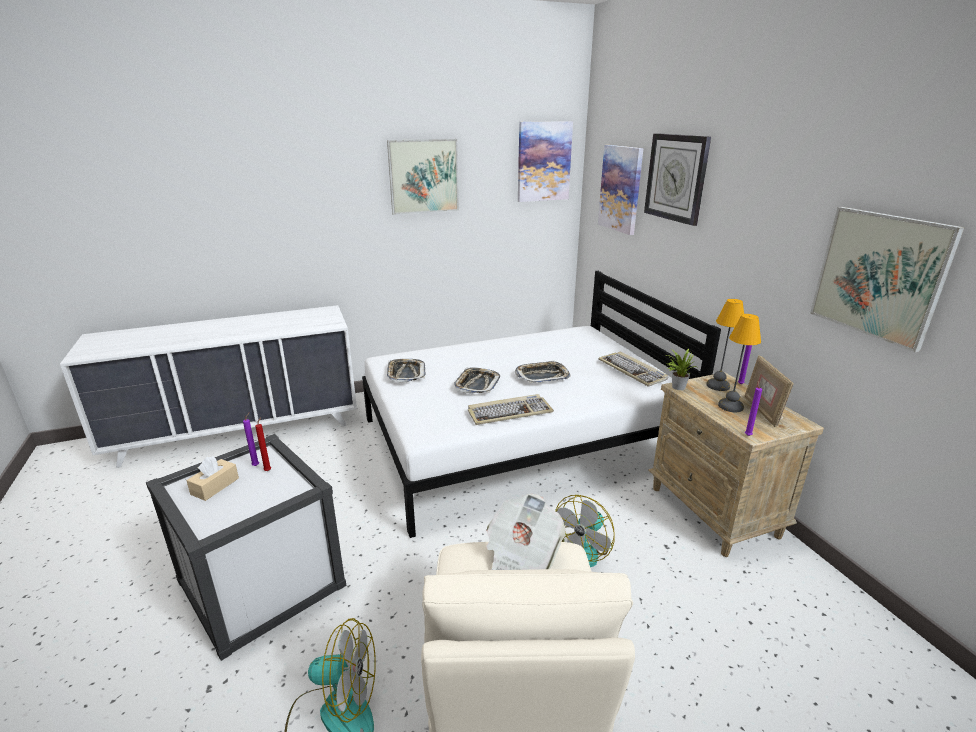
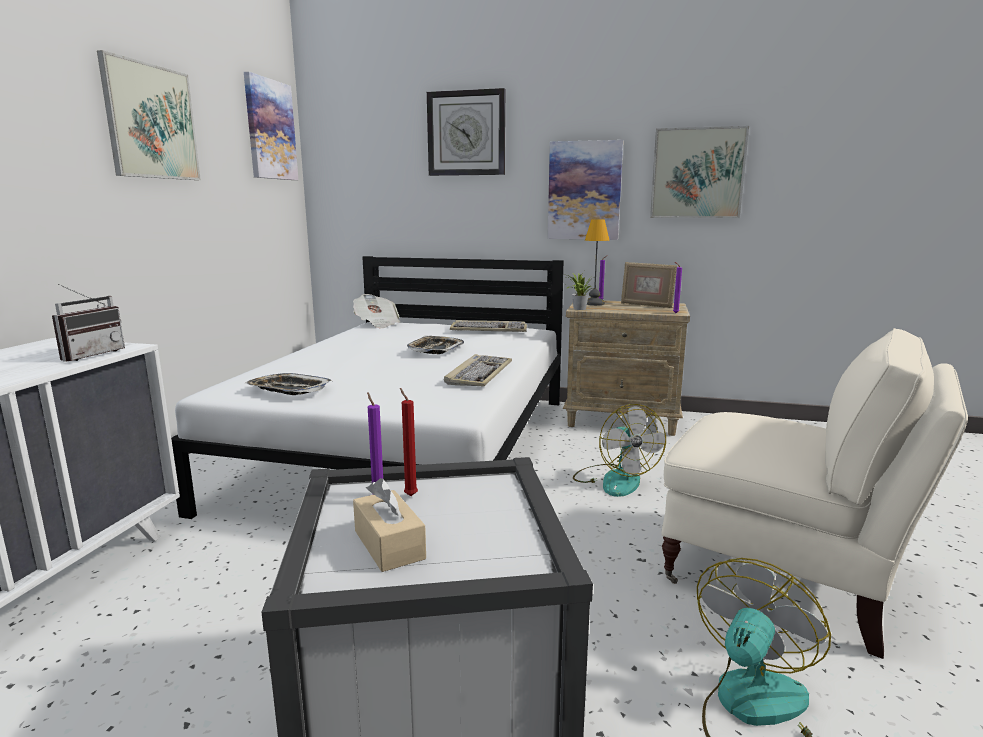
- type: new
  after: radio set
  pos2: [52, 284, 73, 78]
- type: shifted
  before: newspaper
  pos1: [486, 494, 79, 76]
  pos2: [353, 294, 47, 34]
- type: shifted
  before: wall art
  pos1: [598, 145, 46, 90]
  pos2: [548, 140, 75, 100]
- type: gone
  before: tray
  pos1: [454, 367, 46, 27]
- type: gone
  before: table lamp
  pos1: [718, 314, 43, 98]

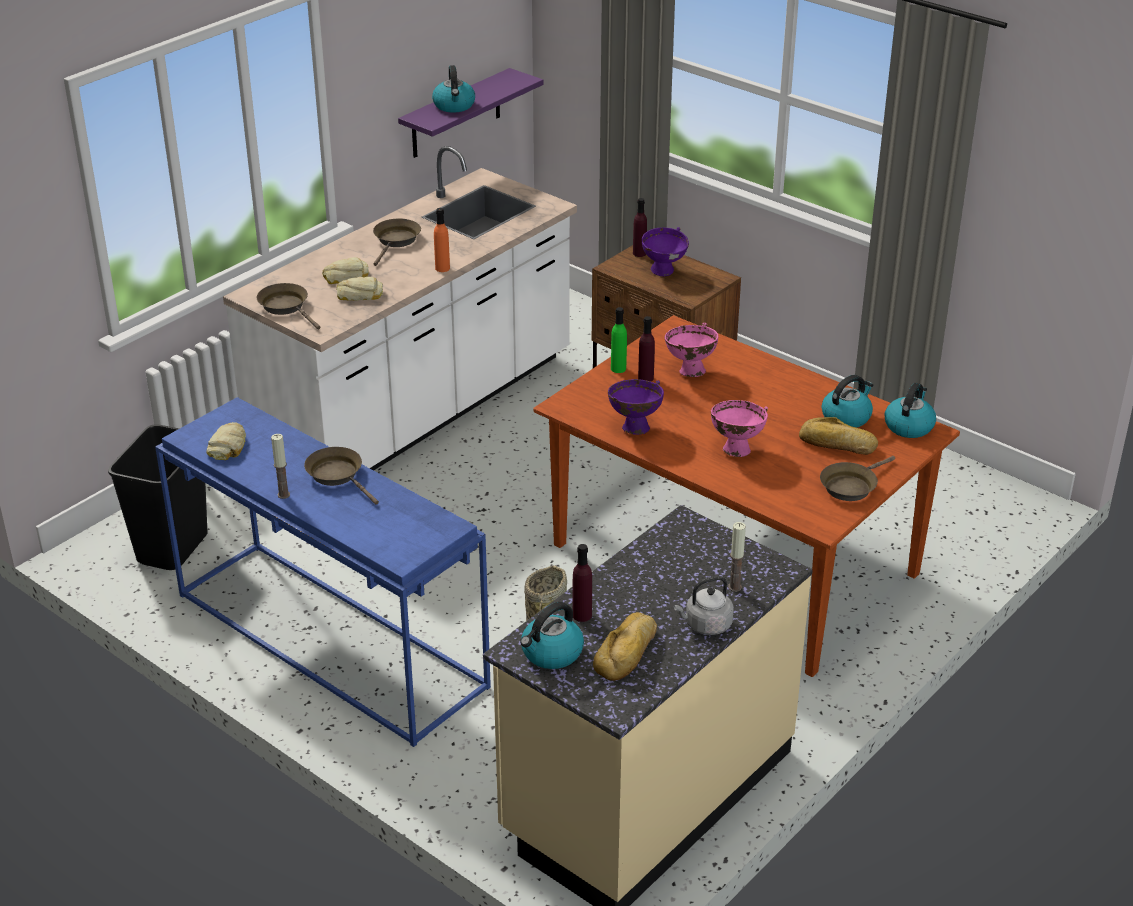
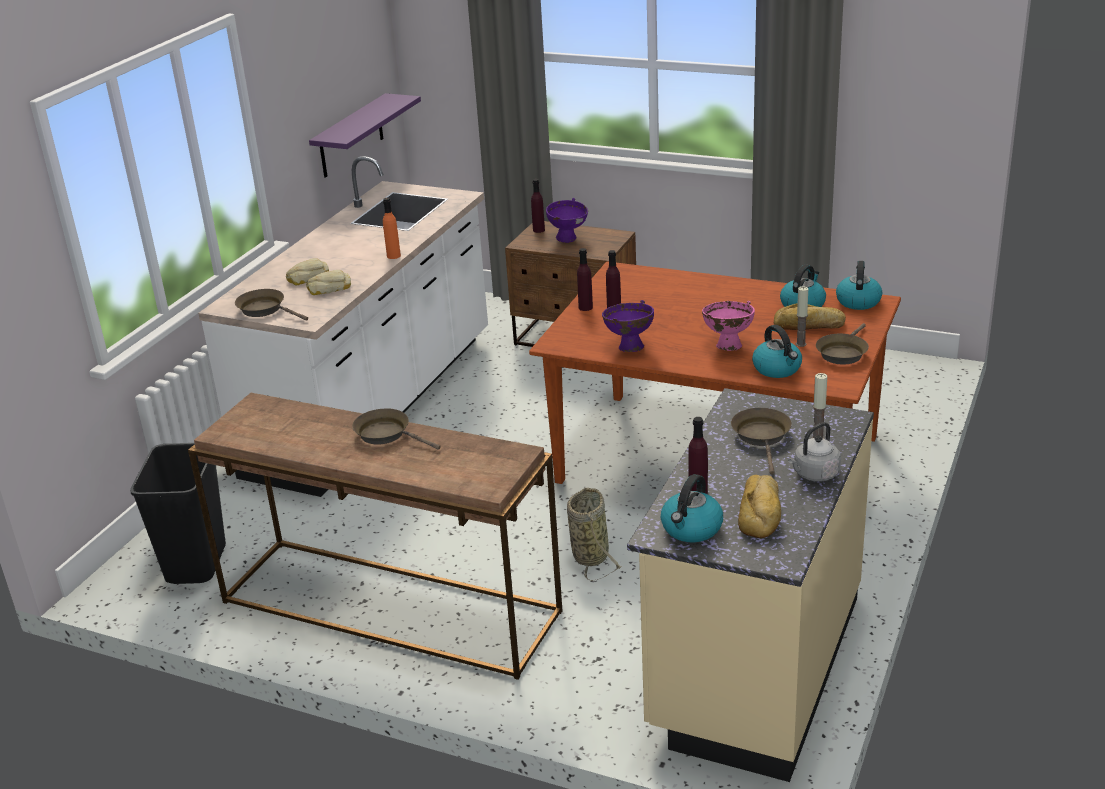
- type: repainted
  before: blue-coloured narrow table
  after: brownish narrow table
  pos1: [155, 397, 336, 350]
  pos2: [188, 393, 374, 287]
- type: repainted
  before: greenish beverage bottle
  after: purple-coloured beverage bottle
  pos1: [611, 307, 16, 66]
  pos2: [577, 248, 16, 63]
- type: shifted
  before: brownish frying pan
  pos1: [373, 218, 48, 48]
  pos2: [731, 408, 61, 67]
- type: shifted
  before: water kettle
  pos1: [432, 65, 43, 48]
  pos2: [752, 325, 50, 53]
- type: shifted
  before: candle
  pos1: [271, 434, 19, 65]
  pos2: [796, 286, 12, 61]
- type: gone
  before: bakery bread
  pos1: [207, 422, 39, 38]
- type: gone
  before: pink-coloured deep dish
  pos1: [664, 323, 54, 54]

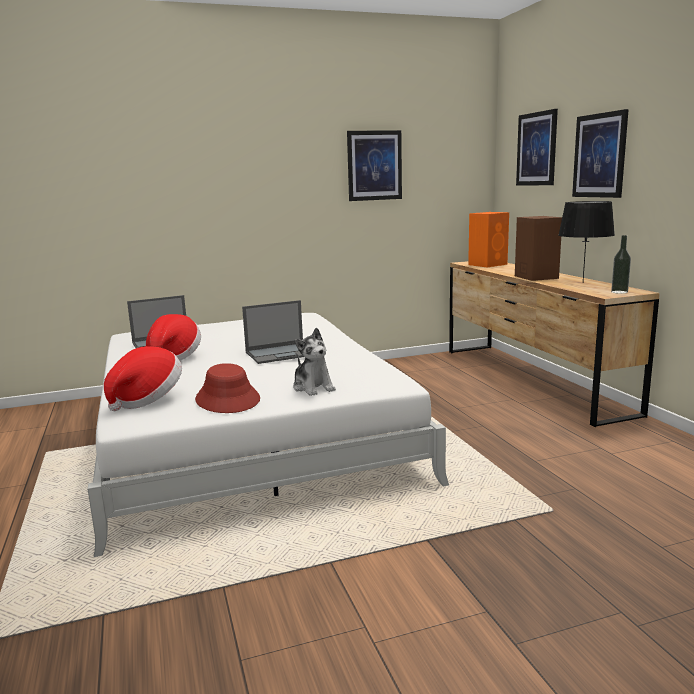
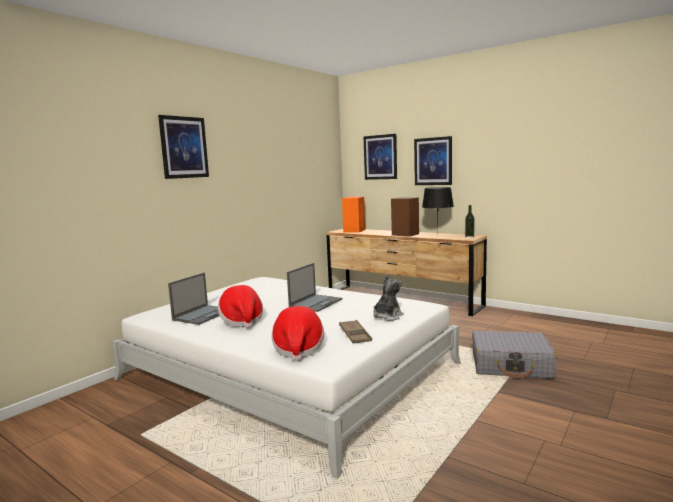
- type: shifted
  before: wall art
  pos1: [347, 130, 55, 71]
  pos2: [158, 115, 51, 64]
- type: swapped
  before: red-coloured wearable hat
  after: brownish tray
  pos1: [195, 363, 65, 50]
  pos2: [339, 320, 33, 23]
- type: rotated
  before: plush toy
  pos1: [293, 328, 43, 68]
  pos2: [373, 274, 31, 47]
  turn: -75
- type: new
  after: gray piece of luggage
  pos2: [472, 330, 85, 49]

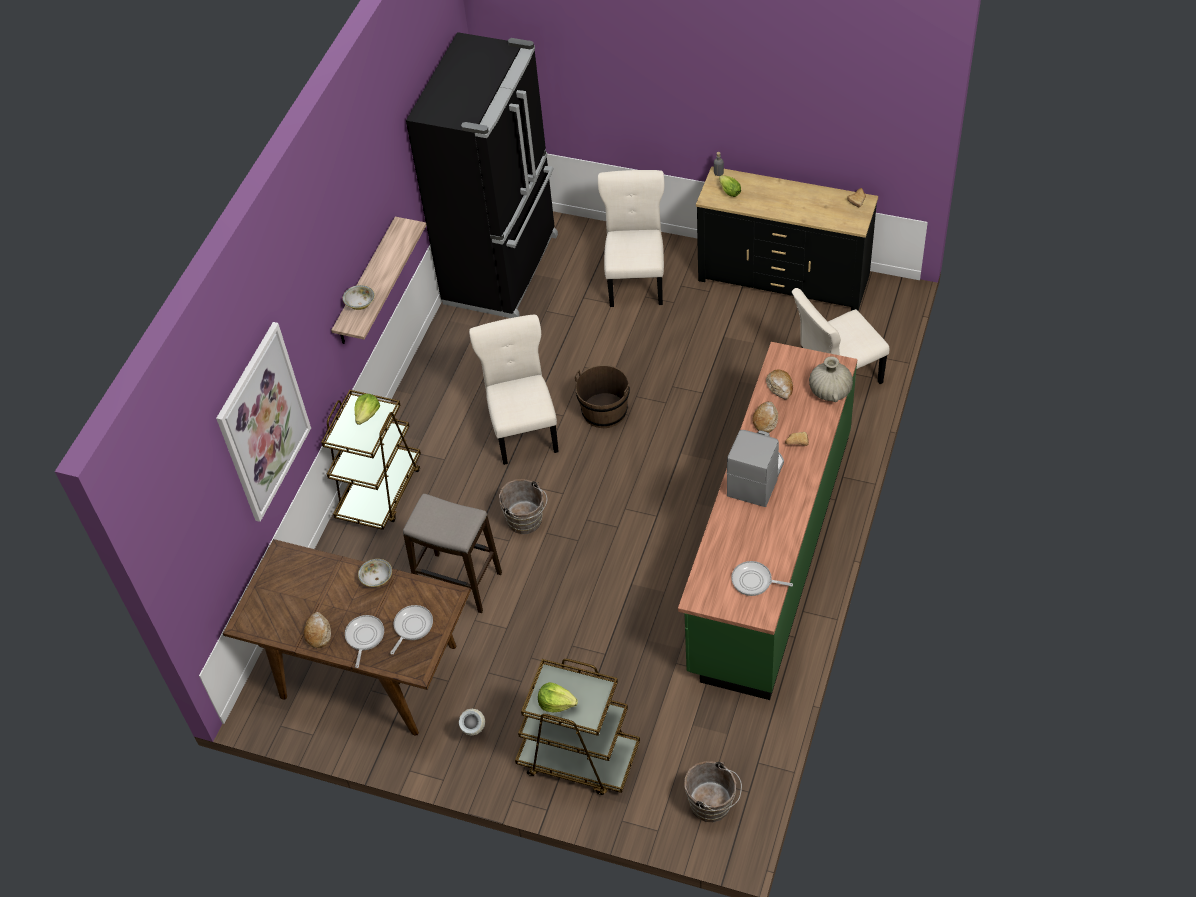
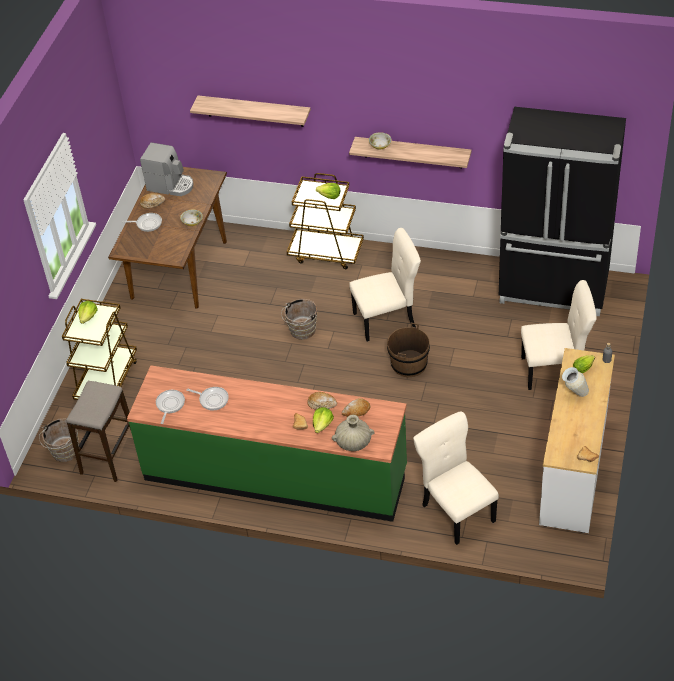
- type: shifted
  before: sitting stool
  pos1: [403, 494, 99, 119]
  pos2: [66, 381, 65, 101]
- type: shifted
  before: coffee maker
  pos1: [726, 430, 58, 77]
  pos2: [140, 142, 53, 54]
- type: shifted
  before: frying pan
  pos1: [390, 605, 43, 49]
  pos2: [186, 387, 43, 24]
- type: swapped
  before: wall art
  after: wall shelf
  pos1: [216, 322, 95, 200]
  pos2: [190, 95, 121, 32]
- type: new
  after: lettuce head
  pos2: [313, 407, 21, 26]
- type: repainted
  before: black drawer chest
  after: white drawer chest
  pos1: [696, 166, 182, 145]
  pos2: [539, 348, 76, 185]
- type: shifted
  before: flower vase
  pos1: [459, 709, 26, 27]
  pos2: [562, 367, 27, 30]

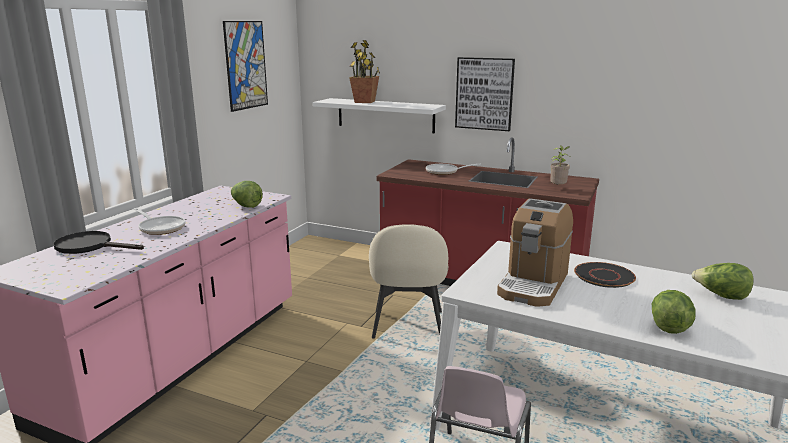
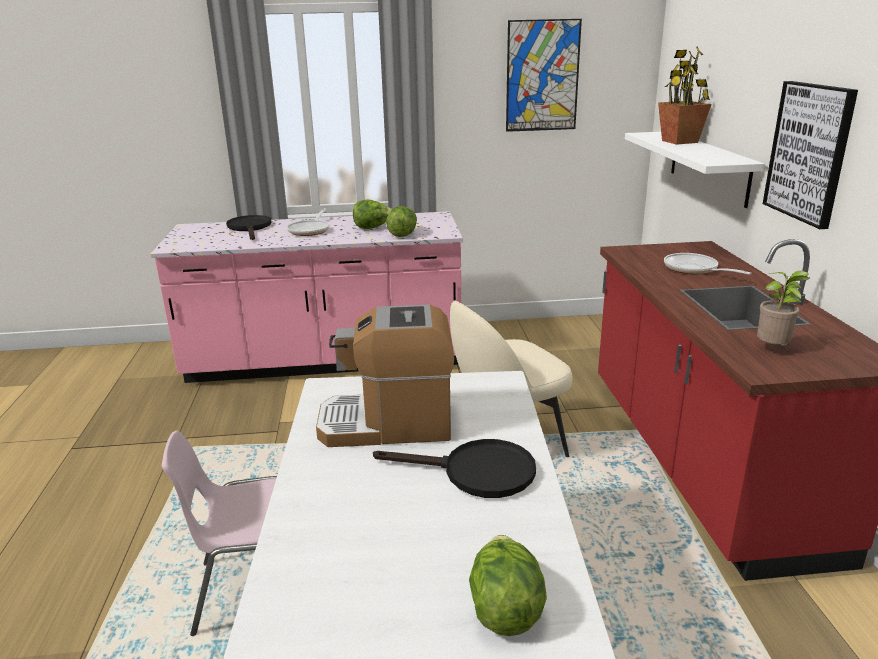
- type: shifted
  before: lettuce head
  pos1: [652, 290, 43, 44]
  pos2: [353, 200, 39, 29]
- type: swapped
  before: black dinner plate
  after: black frying pan
  pos1: [574, 262, 62, 26]
  pos2: [373, 439, 163, 59]

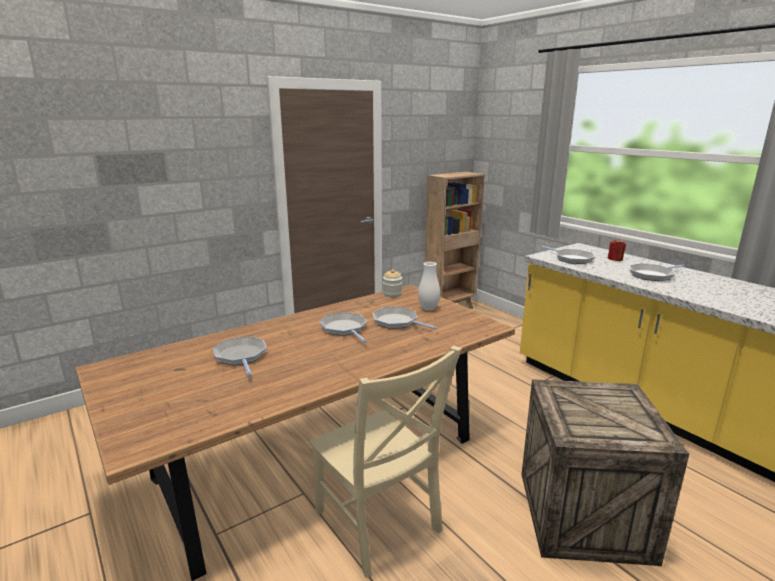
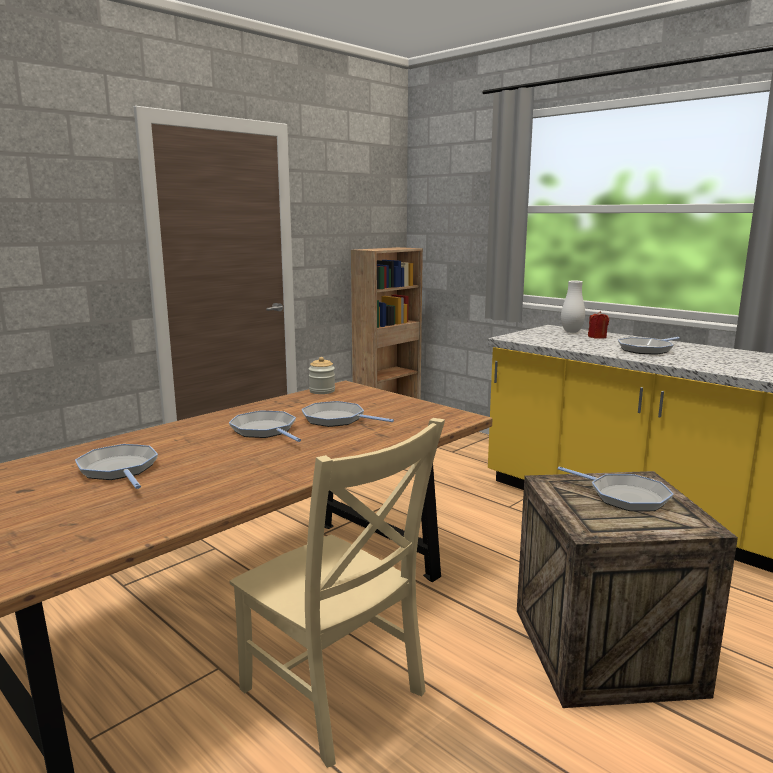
- type: shifted
  before: frying pan
  pos1: [541, 246, 54, 18]
  pos2: [558, 467, 115, 44]
- type: shifted
  before: white flower vase
  pos1: [418, 262, 22, 49]
  pos2: [561, 280, 24, 53]

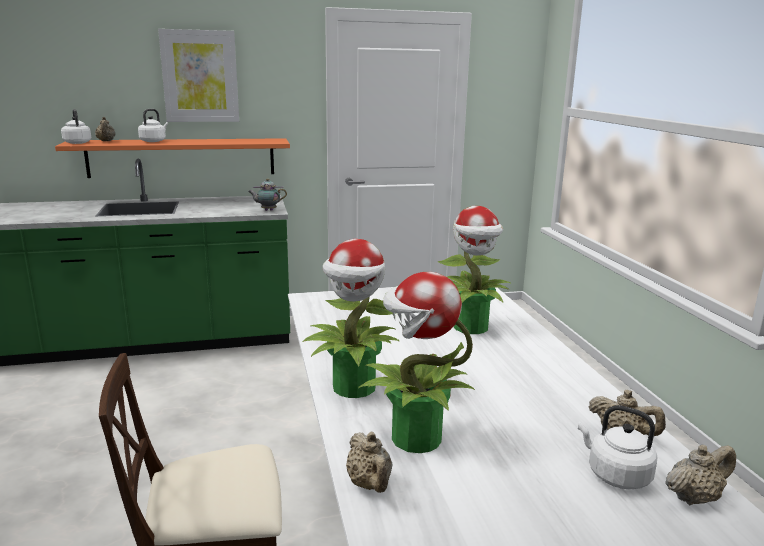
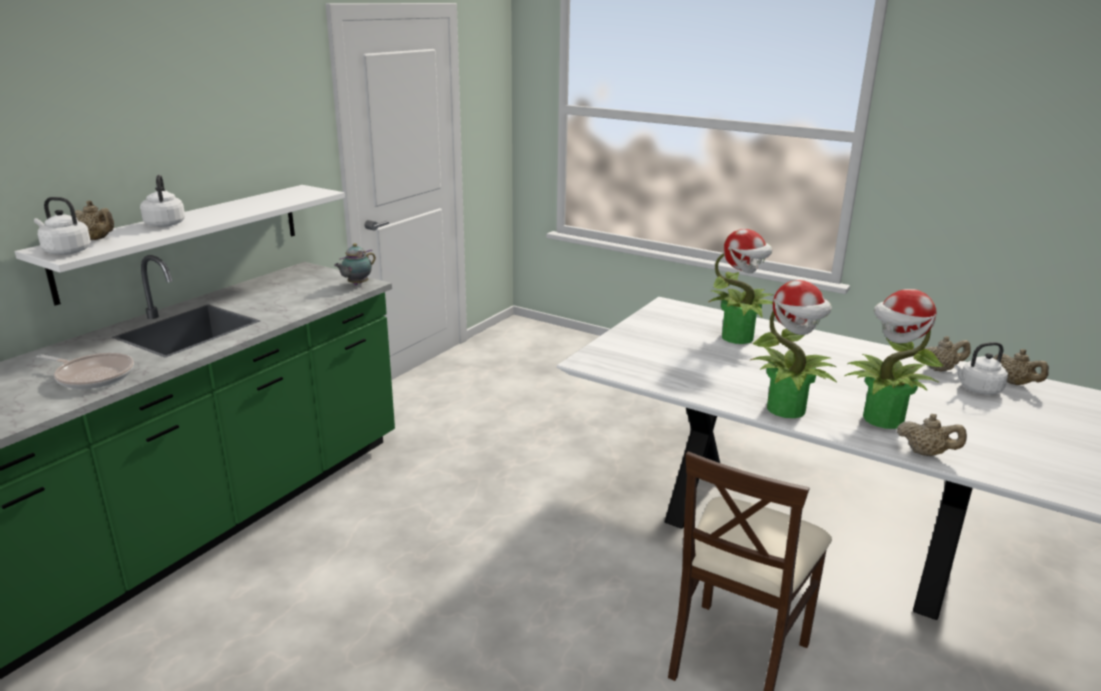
- type: repainted
  before: orange-coloured wall shelf
  after: white wall shelf
  pos1: [55, 138, 235, 40]
  pos2: [15, 185, 330, 121]
- type: new
  after: frying pan
  pos2: [36, 353, 98, 36]
- type: rotated
  before: beige-coloured pot for tea
  pos1: [665, 445, 71, 60]
  pos2: [993, 349, 56, 36]
  turn: 120
- type: gone
  before: wall art
  pos1: [158, 29, 81, 93]

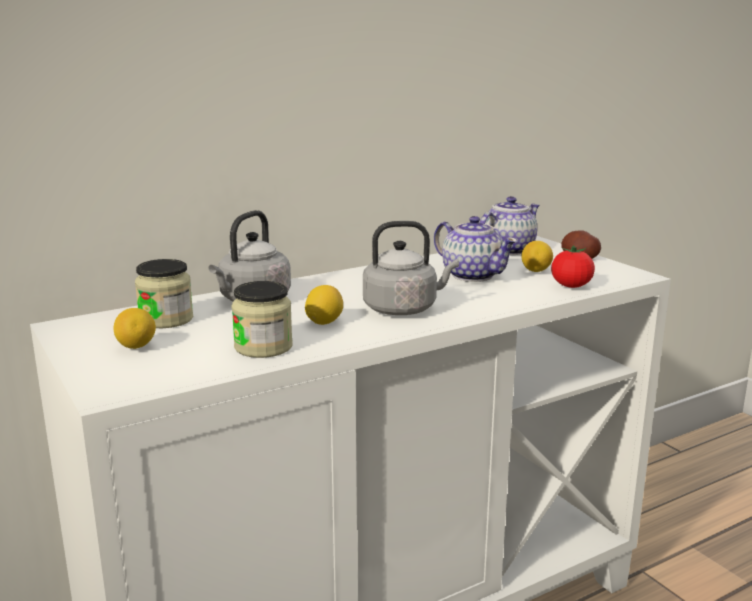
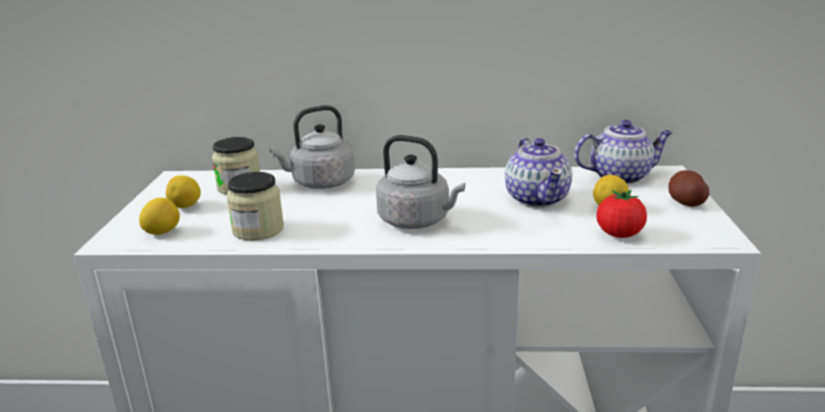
- type: shifted
  before: lemon
  pos1: [305, 285, 38, 40]
  pos2: [139, 198, 41, 37]

